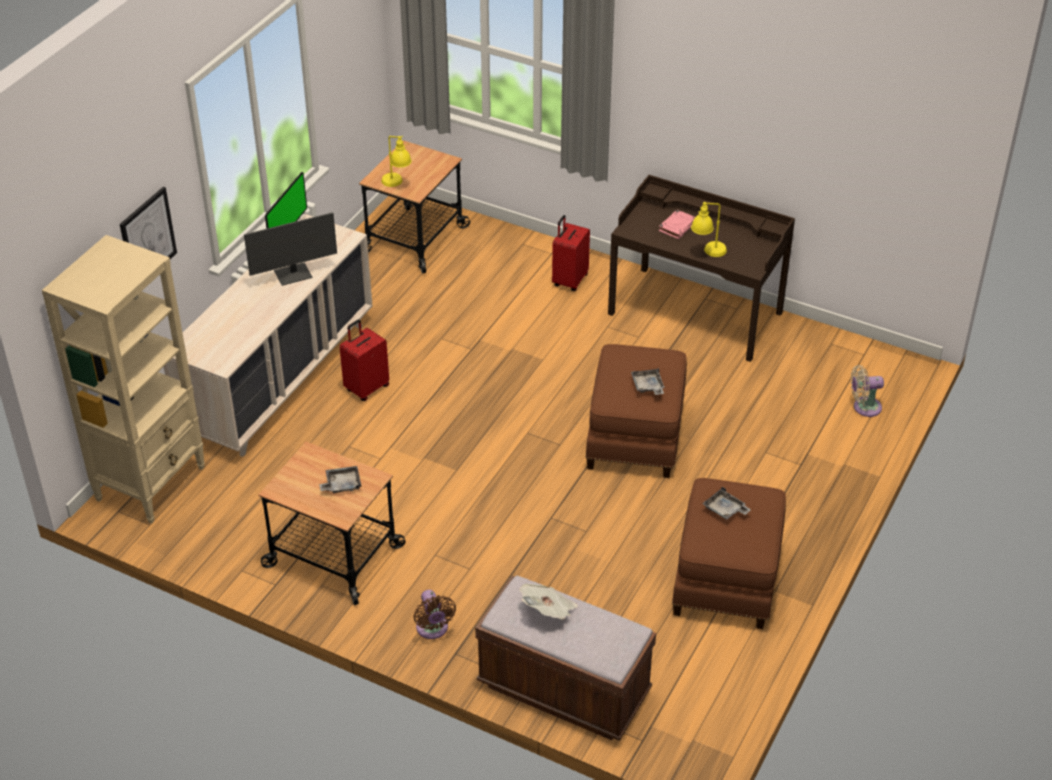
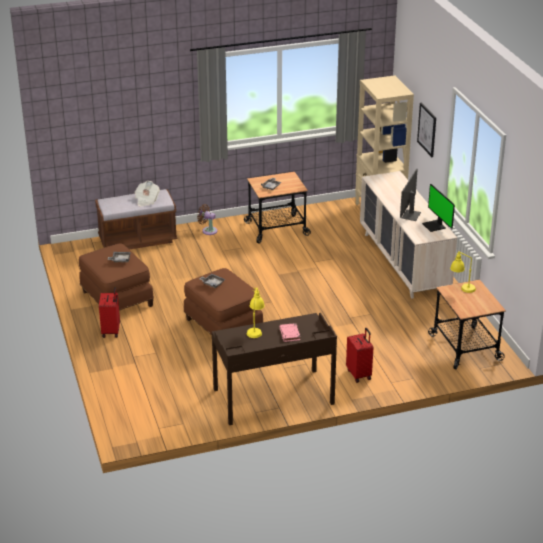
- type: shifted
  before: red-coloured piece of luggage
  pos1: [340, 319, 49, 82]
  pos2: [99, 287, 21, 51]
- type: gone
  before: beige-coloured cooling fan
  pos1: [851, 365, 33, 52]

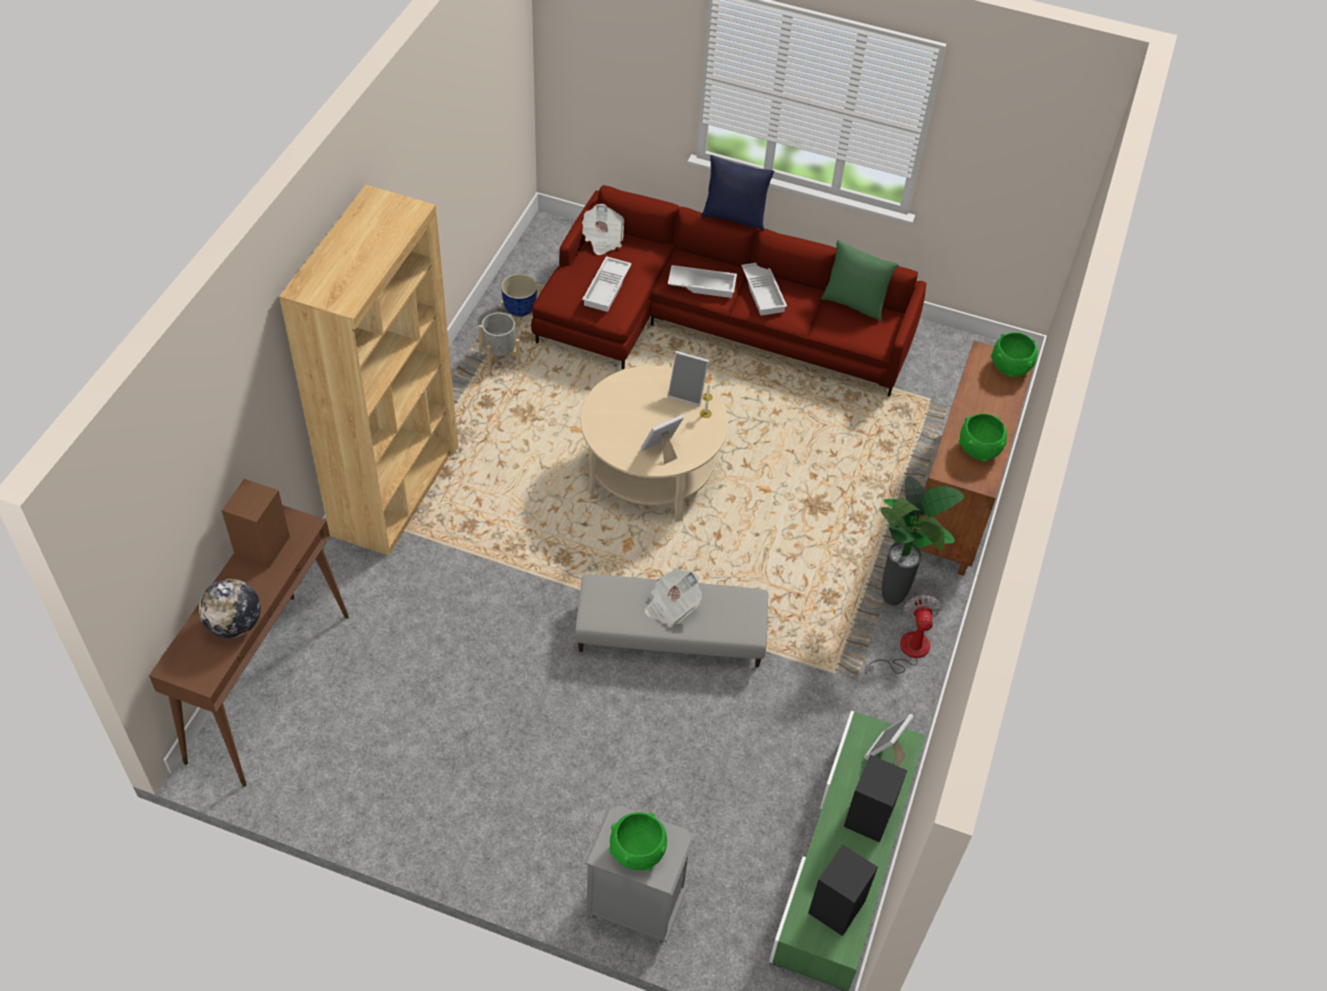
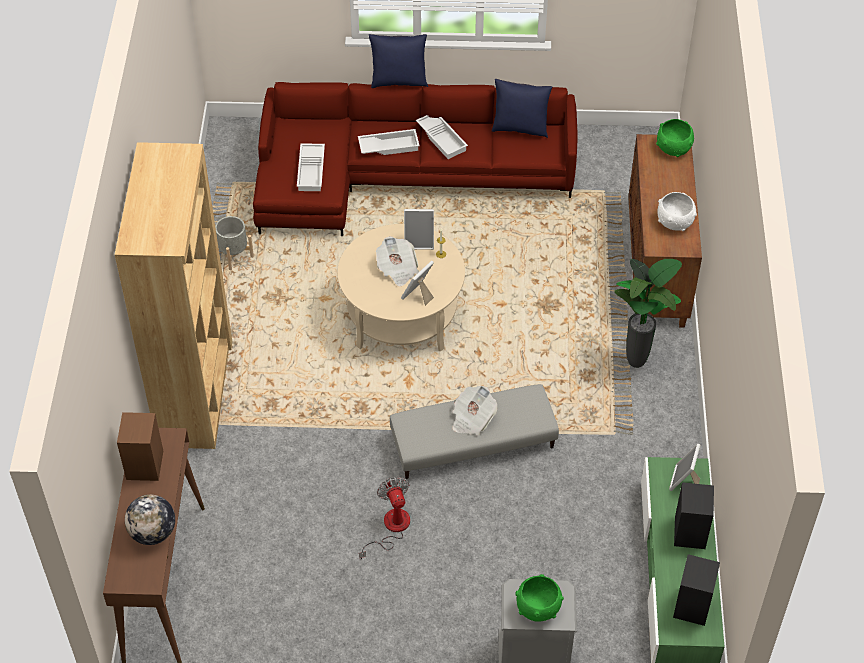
- type: shifted
  before: cooling fan
  pos1: [864, 595, 78, 79]
  pos2: [359, 477, 51, 83]
- type: shifted
  before: newspaper
  pos1: [582, 204, 42, 51]
  pos2: [376, 236, 43, 51]
- type: repainted
  before: greenish pillow
  after: blue-coloured pillow
  pos1: [821, 240, 78, 82]
  pos2: [492, 79, 60, 59]
- type: repainted
  before: greenish deep dish
  after: white deep dish
  pos1: [958, 413, 49, 49]
  pos2: [657, 192, 40, 39]
- type: gone
  before: planter
  pos1: [501, 274, 36, 43]

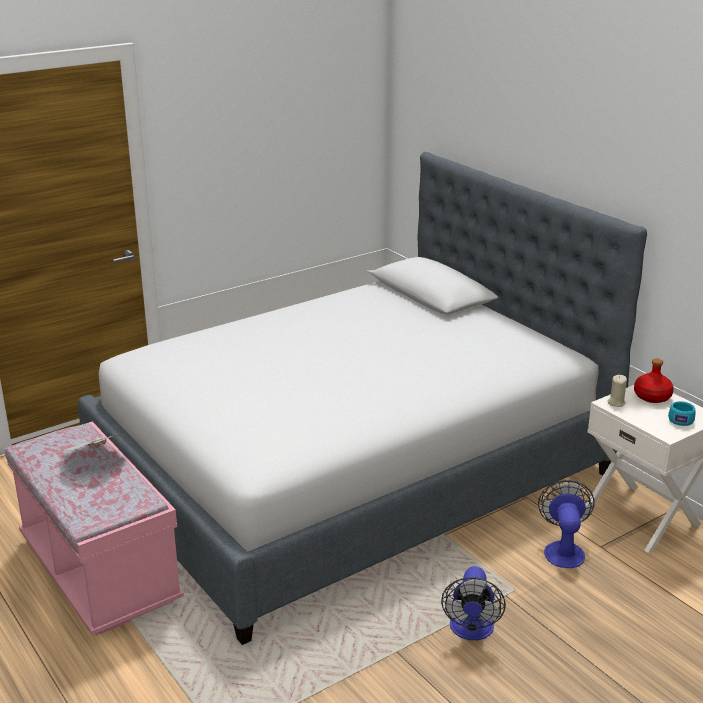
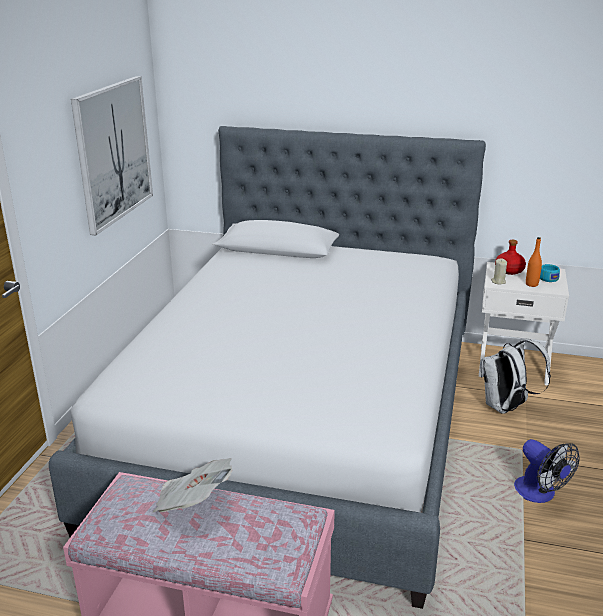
- type: new
  after: wall art
  pos2: [71, 76, 82, 159]
- type: swapped
  before: cooling fan
  after: white backpack
  pos1: [538, 480, 56, 88]
  pos2: [480, 339, 71, 75]
- type: new
  after: orange-coloured beverage bottle
  pos2: [526, 237, 16, 50]

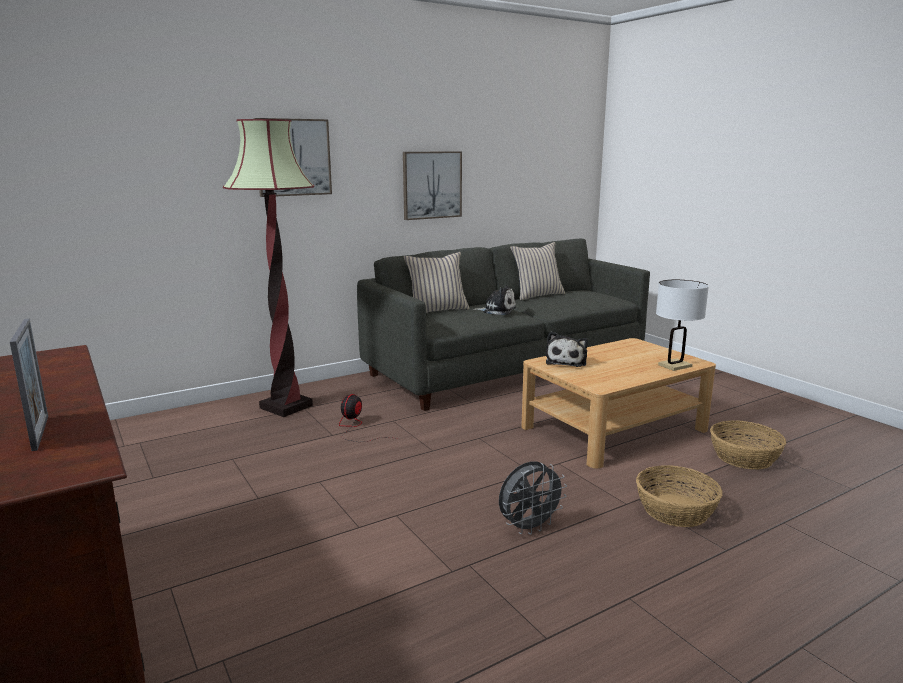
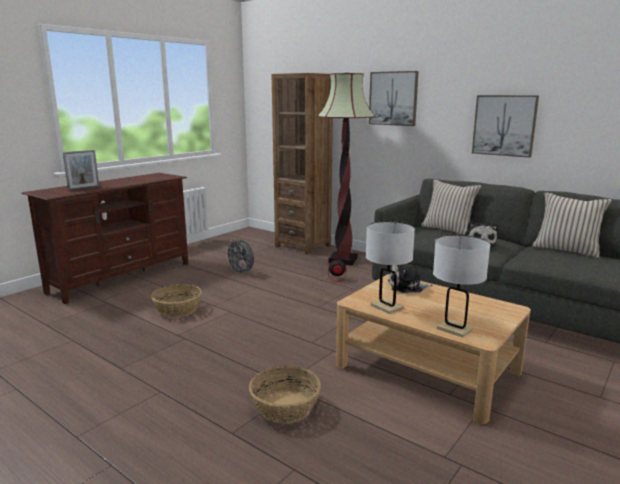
- type: shifted
  before: household basket
  pos1: [710, 420, 76, 50]
  pos2: [151, 284, 51, 33]
- type: shifted
  before: gray cooling fan
  pos1: [499, 462, 68, 73]
  pos2: [225, 239, 29, 36]
- type: new
  after: brownish bookshelf
  pos2: [271, 73, 62, 182]
- type: new
  after: white table lamp
  pos2: [366, 221, 49, 93]

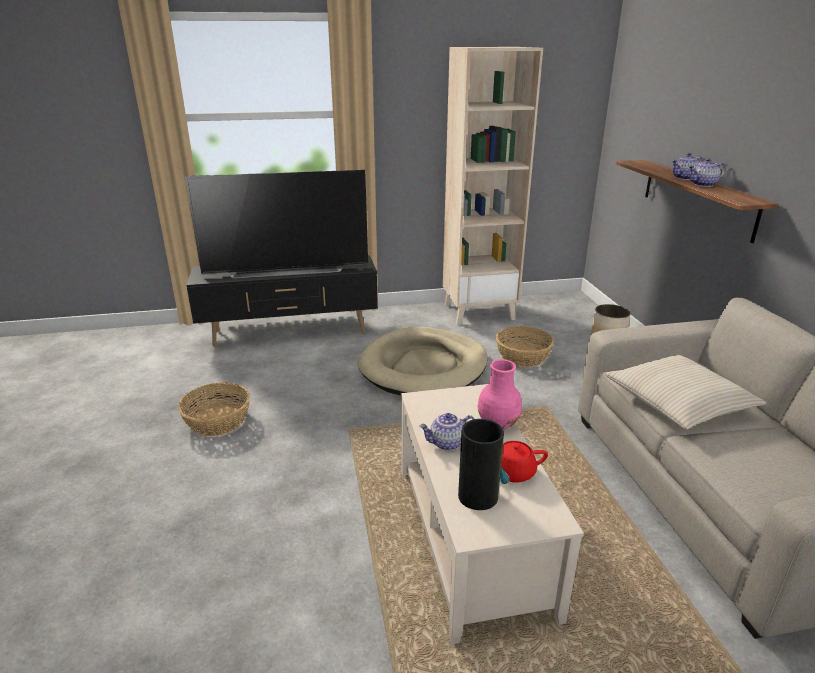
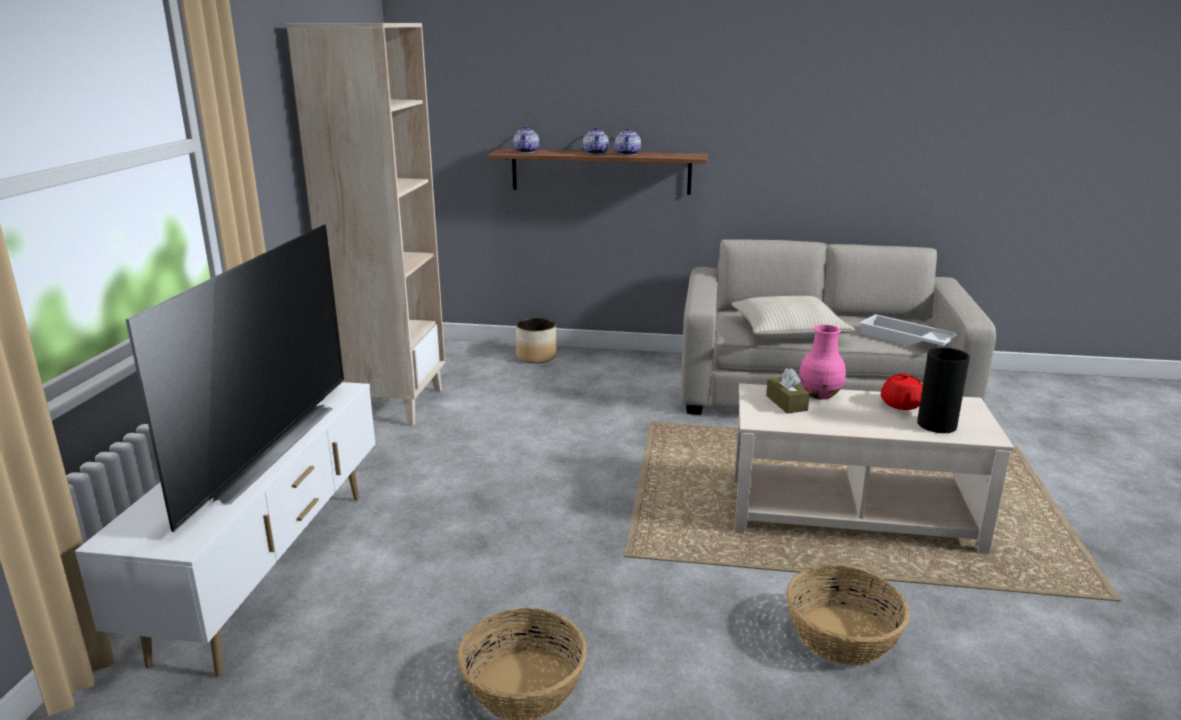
- type: repainted
  before: black tv stand
  after: white tv stand
  pos1: [186, 255, 192, 92]
  pos2: [75, 382, 300, 295]
- type: shifted
  before: pot for tea
  pos1: [419, 413, 55, 38]
  pos2: [513, 126, 26, 27]
- type: new
  after: brownish tissue box
  pos2: [766, 368, 44, 45]
- type: shifted
  before: household basket
  pos1: [496, 326, 58, 41]
  pos2: [786, 565, 124, 100]
- type: new
  after: white tray
  pos2: [859, 314, 98, 32]
- type: gone
  before: beige-coloured pet bed
  pos1: [358, 327, 130, 68]

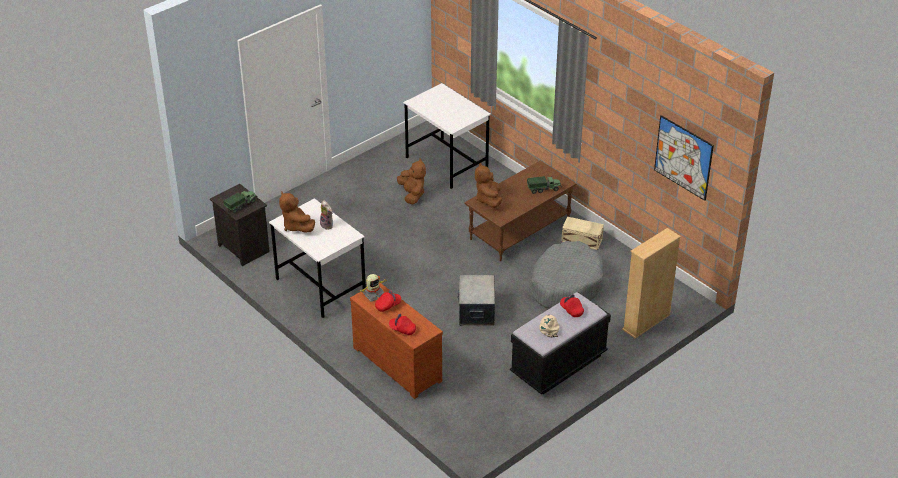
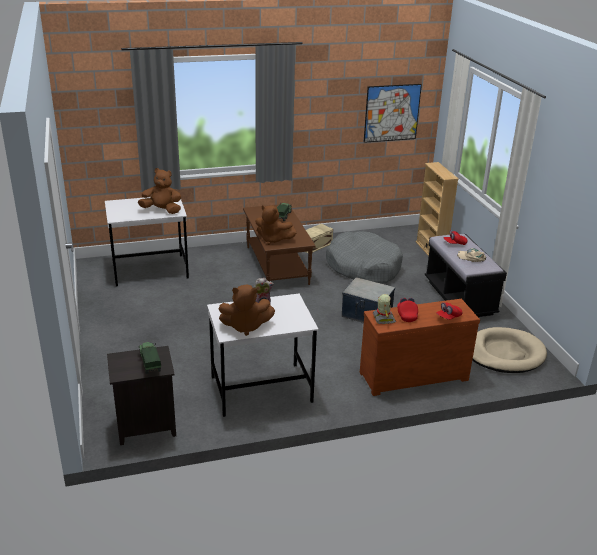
- type: shifted
  before: brownish plush toy
  pos1: [397, 158, 29, 46]
  pos2: [138, 168, 43, 46]
- type: new
  after: beige-coloured pet bed
  pos2: [472, 327, 75, 46]

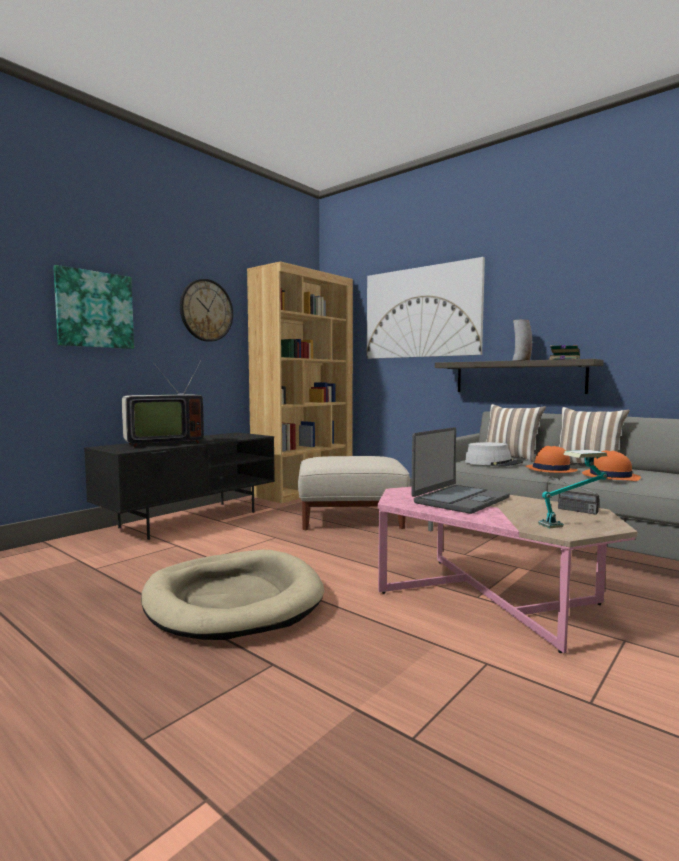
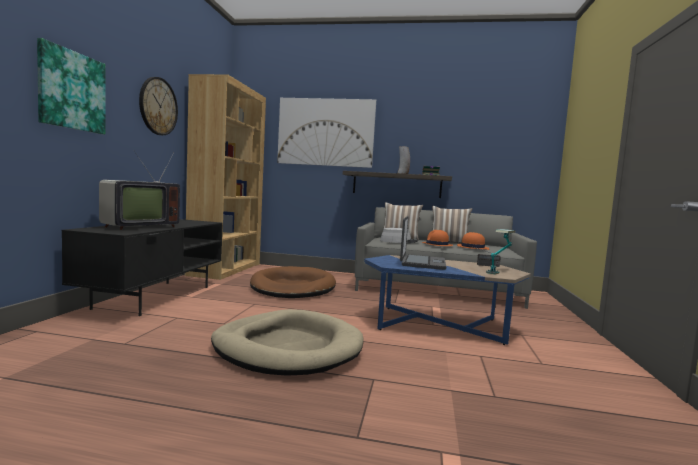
- type: swapped
  before: beige-coloured footrest
  after: brownish pet bed
  pos1: [298, 456, 112, 74]
  pos2: [250, 266, 86, 32]
- type: repainted
  before: pink-coloured low table
  after: blue-coloured low table
  pos1: [378, 486, 259, 167]
  pos2: [364, 255, 167, 90]

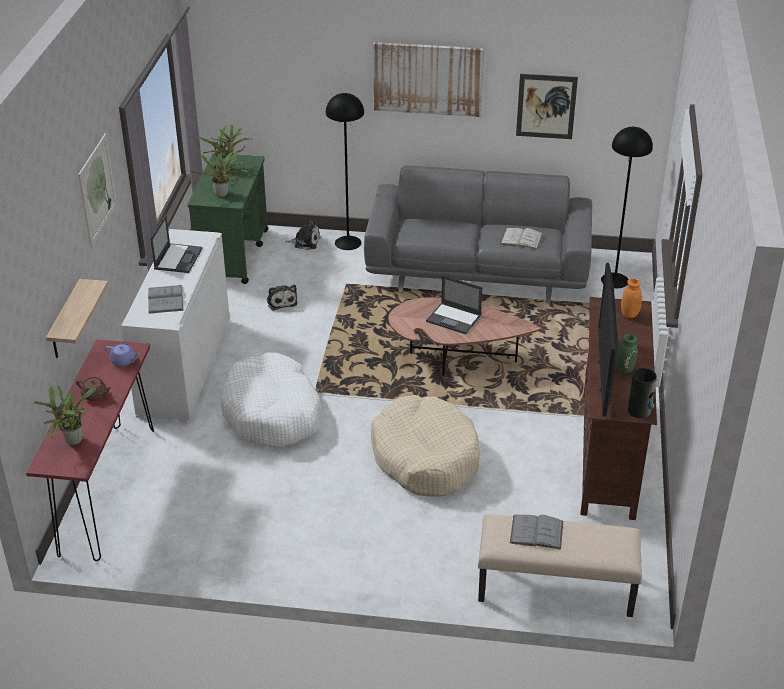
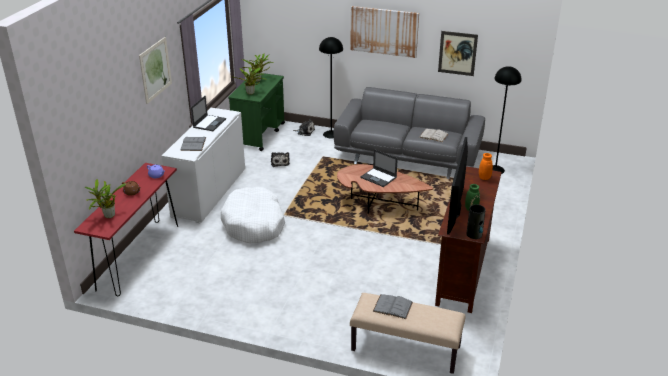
- type: gone
  before: wall shelf
  pos1: [46, 279, 62, 79]
- type: gone
  before: beige-coloured pet bed
  pos1: [371, 395, 109, 101]

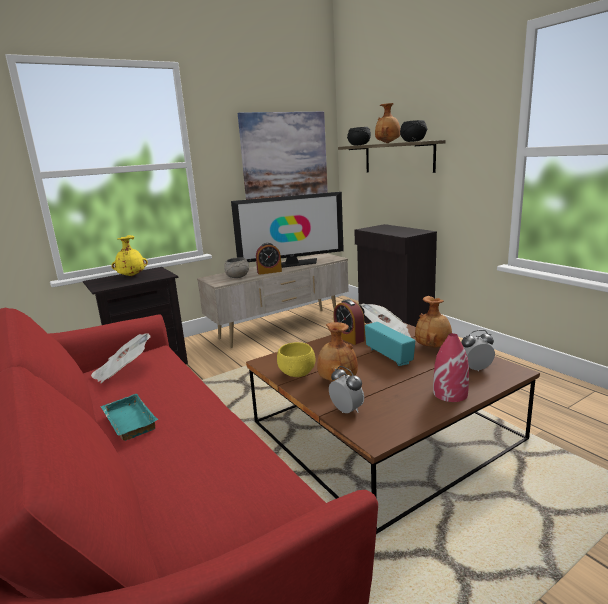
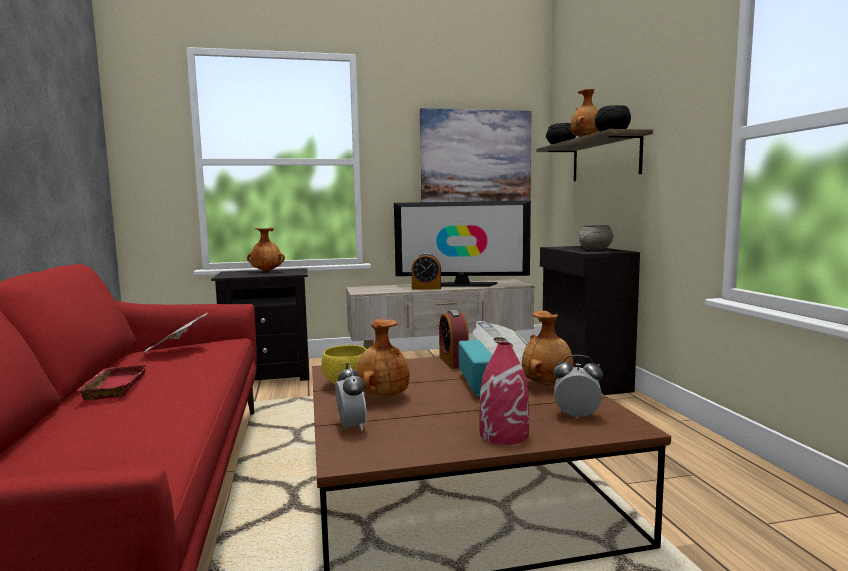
- type: repainted
  before: turquoise tray
  after: red-coloured tray
  pos1: [101, 394, 57, 47]
  pos2: [76, 364, 71, 36]
- type: repainted
  before: yellow flower vase
  after: brownish flower vase
  pos1: [111, 235, 37, 41]
  pos2: [247, 228, 38, 44]
- type: shifted
  before: gray deep dish
  pos1: [224, 257, 25, 21]
  pos2: [579, 225, 35, 25]

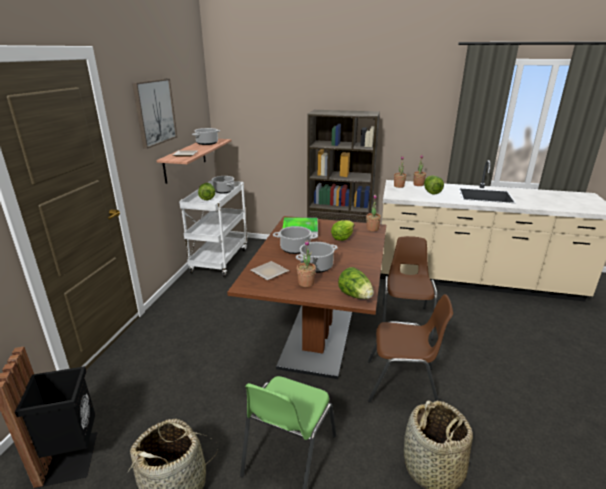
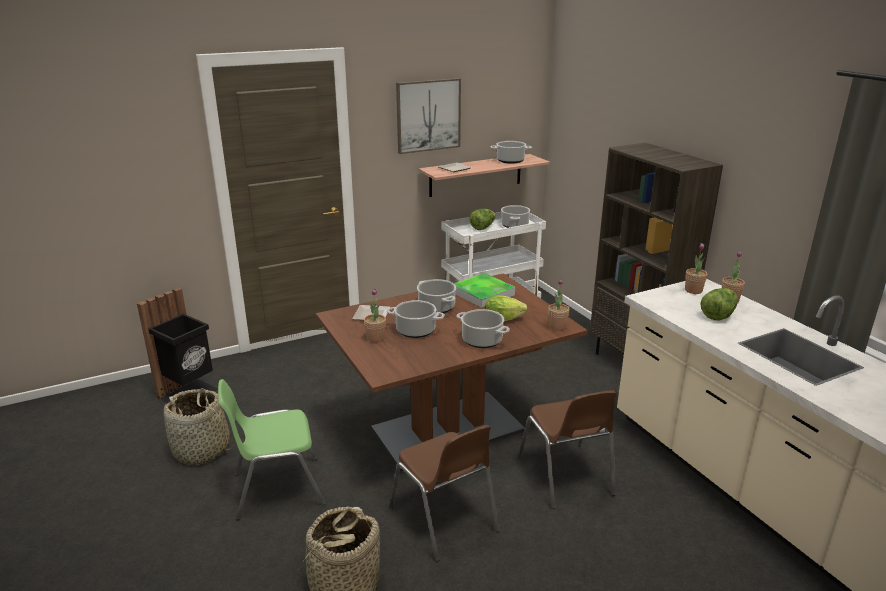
- type: new
  after: saucepot
  pos2: [457, 309, 53, 39]
- type: rotated
  before: brownish chair
  pos1: [382, 236, 56, 104]
  pos2: [518, 390, 98, 119]
  turn: 105
- type: gone
  before: lettuce head
  pos1: [338, 267, 36, 32]

